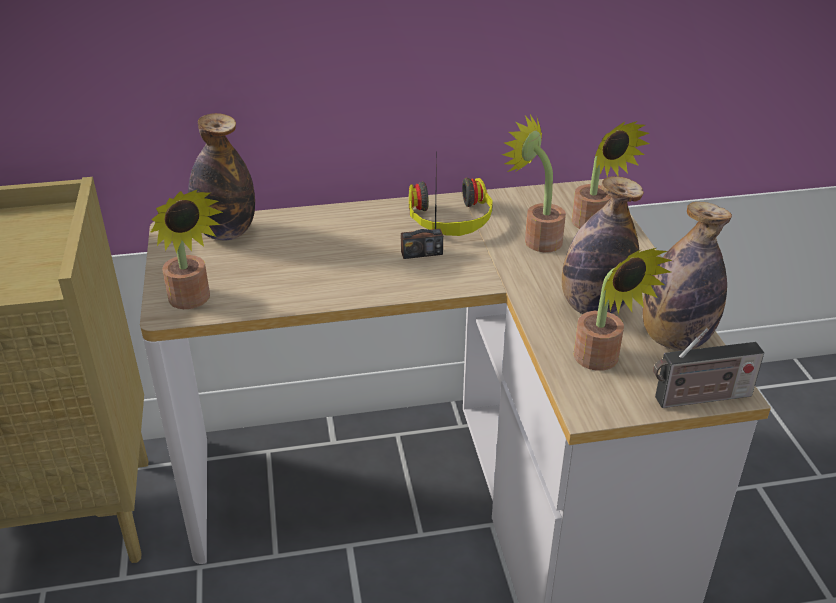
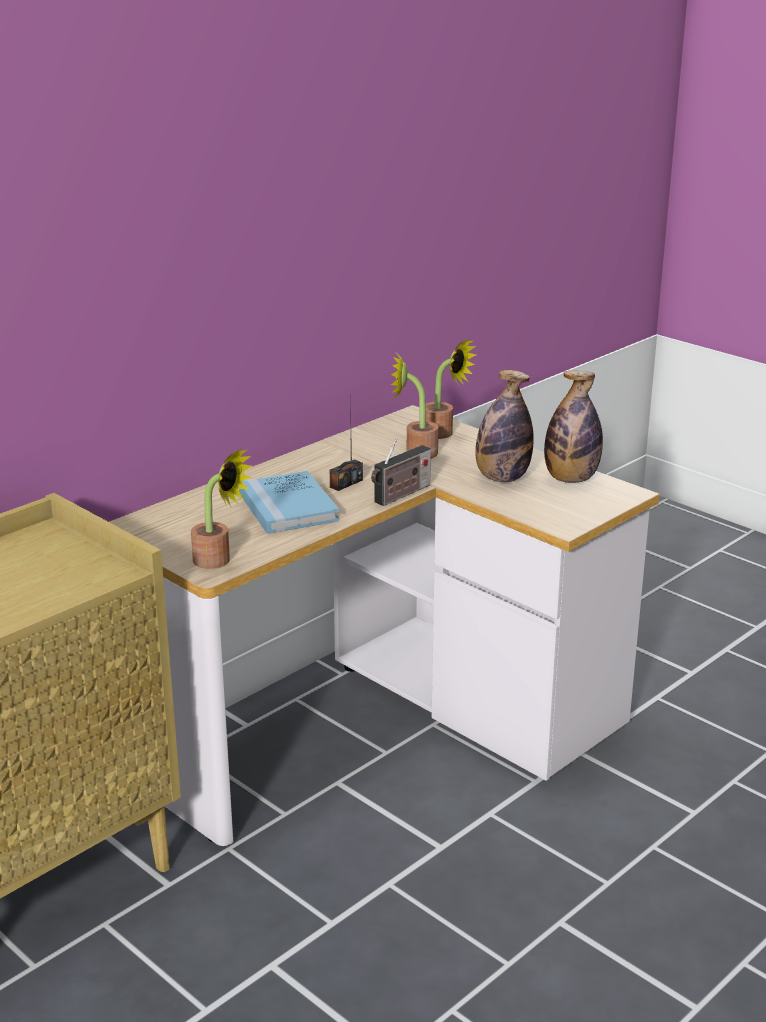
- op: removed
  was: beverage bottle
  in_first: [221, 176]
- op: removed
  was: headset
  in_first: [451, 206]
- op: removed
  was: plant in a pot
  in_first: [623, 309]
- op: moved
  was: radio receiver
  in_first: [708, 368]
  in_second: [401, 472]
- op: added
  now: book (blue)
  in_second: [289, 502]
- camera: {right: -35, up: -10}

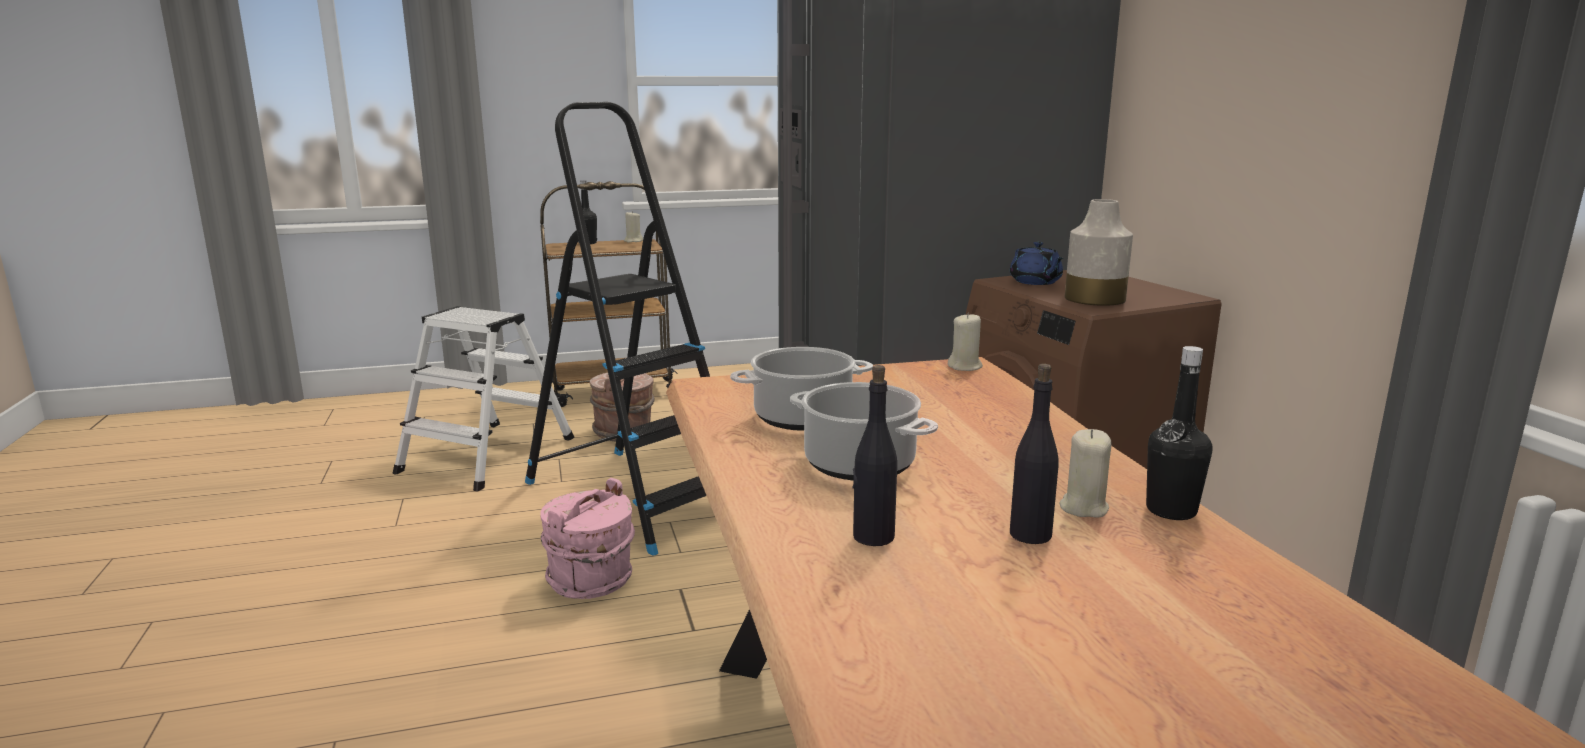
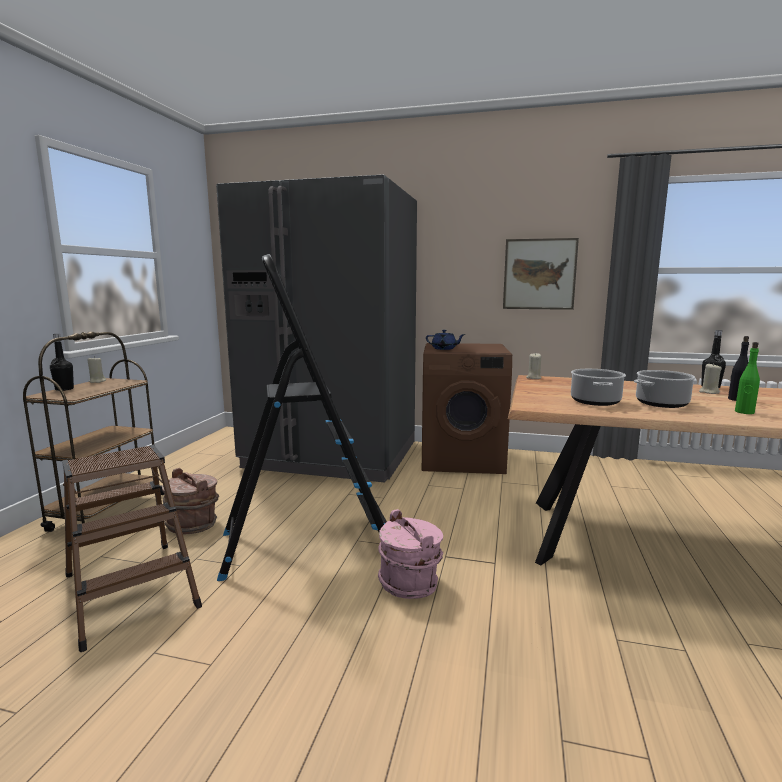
- op: removed
  was: flower vase (sand-coloured)
  in_first: [1099, 252]
- op: recoloured
  was: step ladder (whitish)
  now: step ladder (brown-coloured)
  in_first: [483, 398]
  in_second: [132, 548]
- op: recoloured
  was: beverage bottle (black)
  now: beverage bottle (greenish)
  in_first: [874, 455]
  in_second: [747, 378]
- op: added
  now: picture
  in_second: [541, 274]
- camera: {right: -60, up: -5}

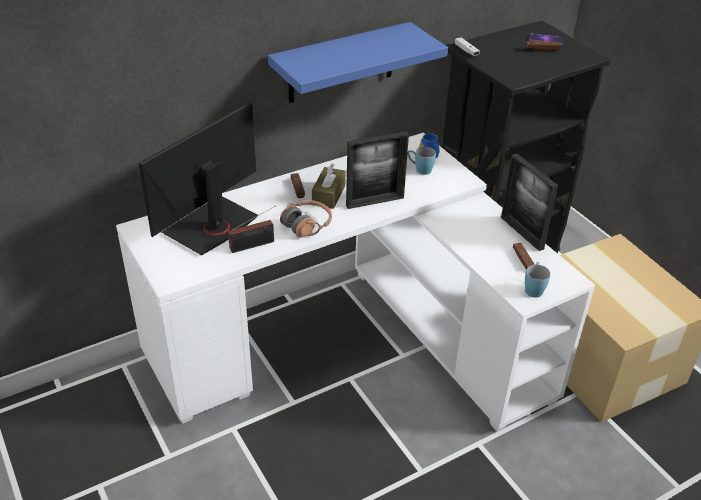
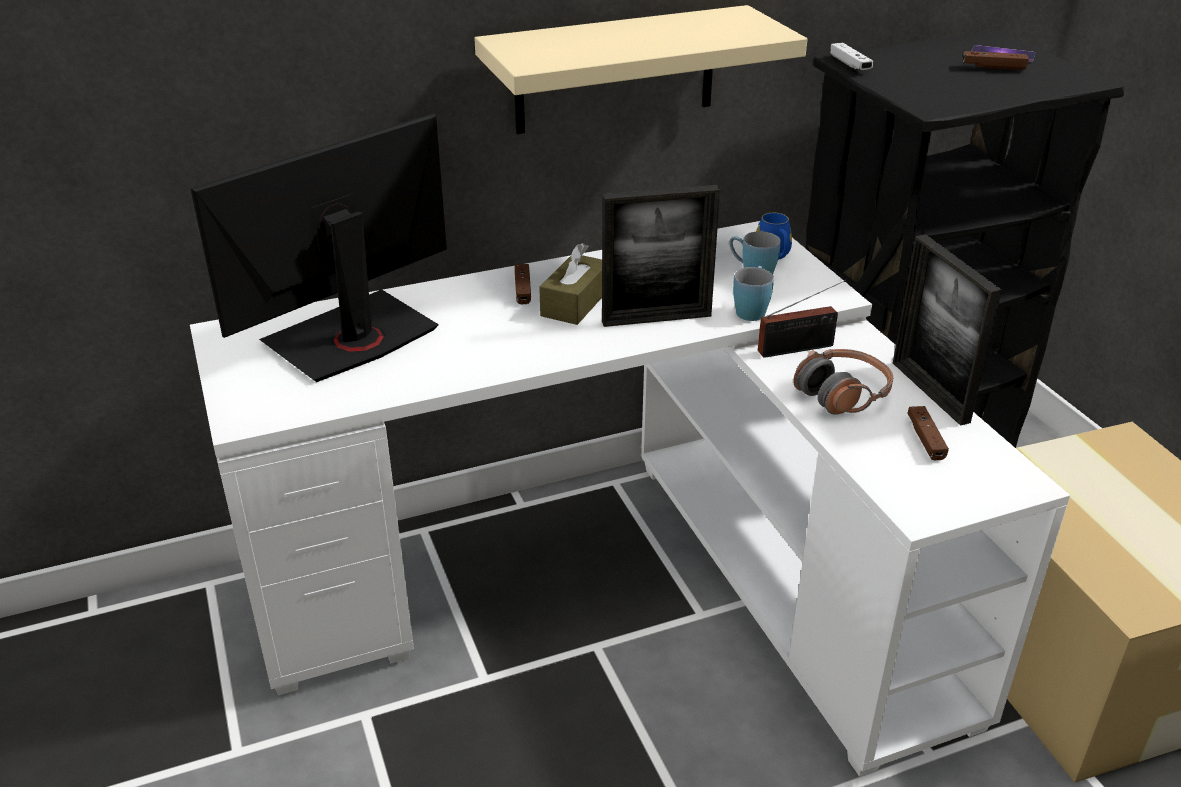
- op: recoloured
  was: wall shelf (blue)
  now: wall shelf (sand-coloured)
  in_first: [358, 62]
  in_second: [641, 69]
- op: moved
  was: headset
  in_first: [306, 218]
  in_second: [843, 382]
- op: moved
  was: radio receiver
  in_first: [252, 229]
  in_second: [802, 319]
- op: moved
  was: mug (blue)
  in_first: [537, 280]
  in_second: [753, 293]
- camera: {right: 10, up: -5}

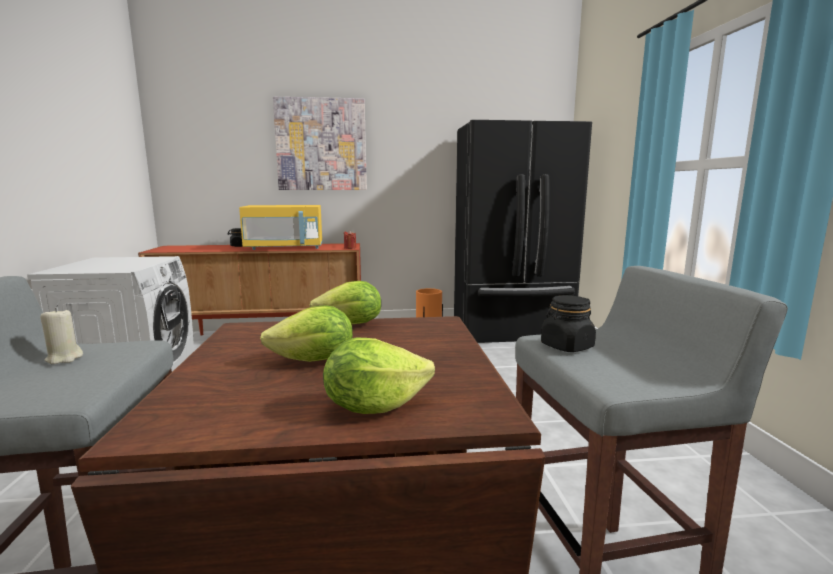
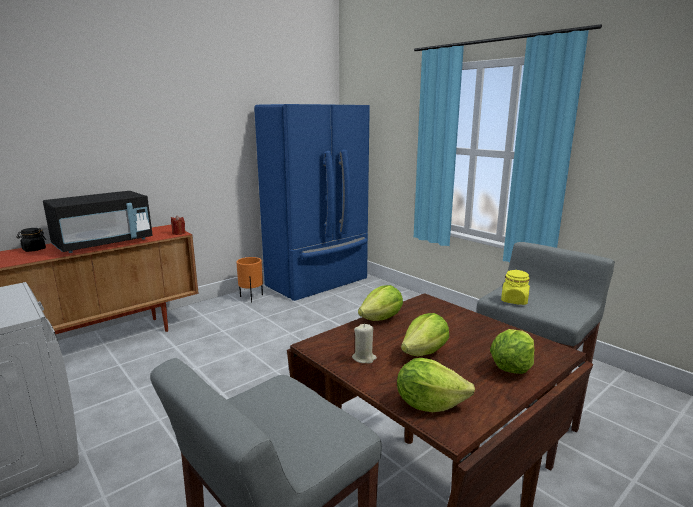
- op: removed
  was: picture
  in_first: [320, 143]
- op: recoloured
  was: fridge (black)
  now: fridge (blue)
  in_first: [523, 231]
  in_second: [312, 202]
- op: recoloured
  was: microwave oven (yellow-coloured)
  now: microwave oven (black)
  in_first: [281, 227]
  in_second: [98, 222]
- op: recoloured
  was: preserve jar (black)
  now: preserve jar (yellow-coloured)
  in_first: [568, 323]
  in_second: [515, 287]
- op: moved
  was: wax light (sand-coloured)
  in_first: [61, 335]
  in_second: [364, 343]
- op: added
  now: lettuce
  in_second: [436, 385]
- camera: {right: -35, up: 5}

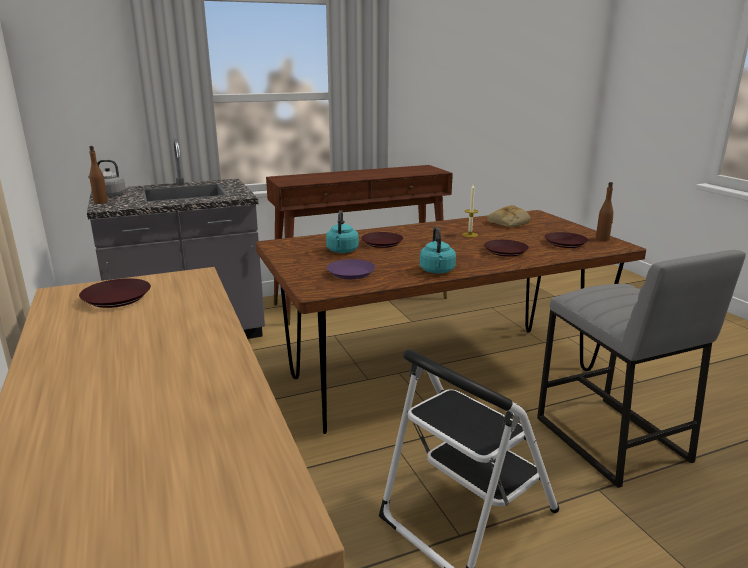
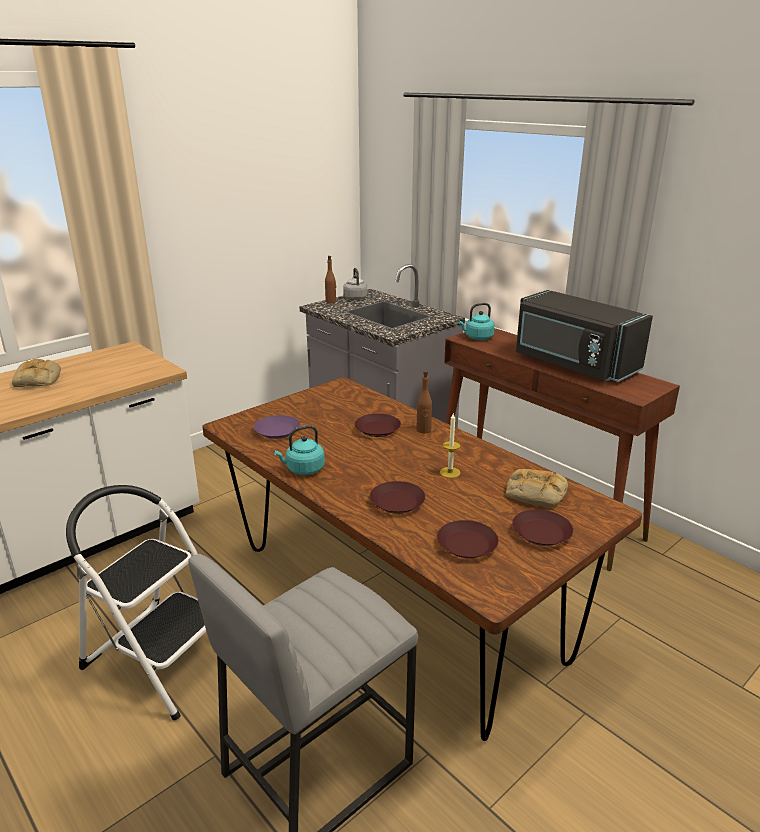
- op: moved
  was: beverage bottle (brown-coloured)
  in_first: [604, 211]
  in_second: [424, 401]
- op: moved
  was: kettle (blue-green)
  in_first: [342, 231]
  in_second: [476, 321]
- op: moved
  was: dinner plate (brown-coloured)
  in_first: [115, 293]
  in_second: [542, 527]
- op: added
  now: microwave oven (black)
  in_second: [584, 336]
- op: added
  now: bakery bread
  in_second: [36, 373]
- camera: {right: 70, up: 5}

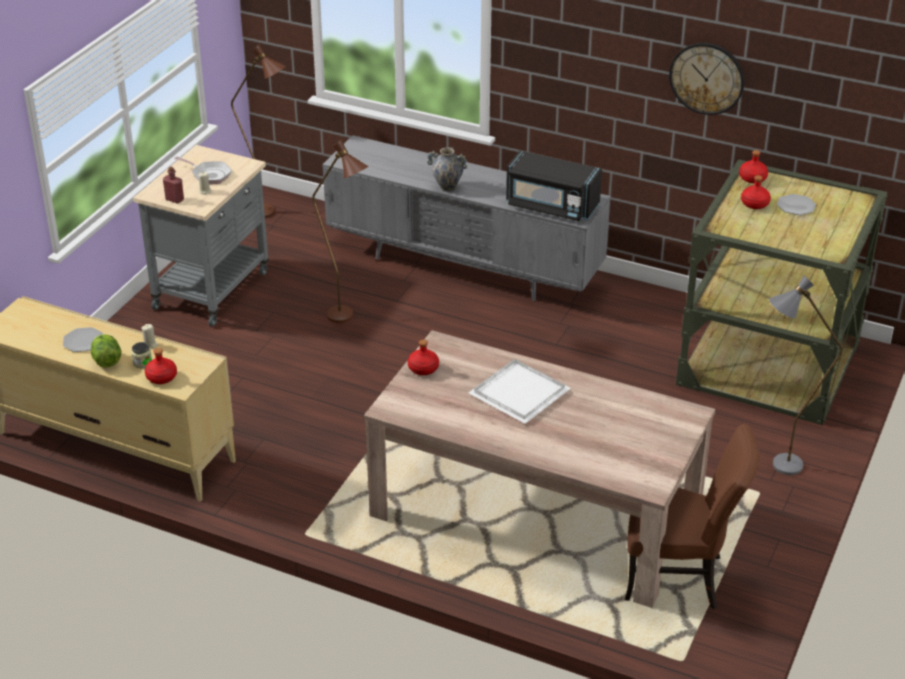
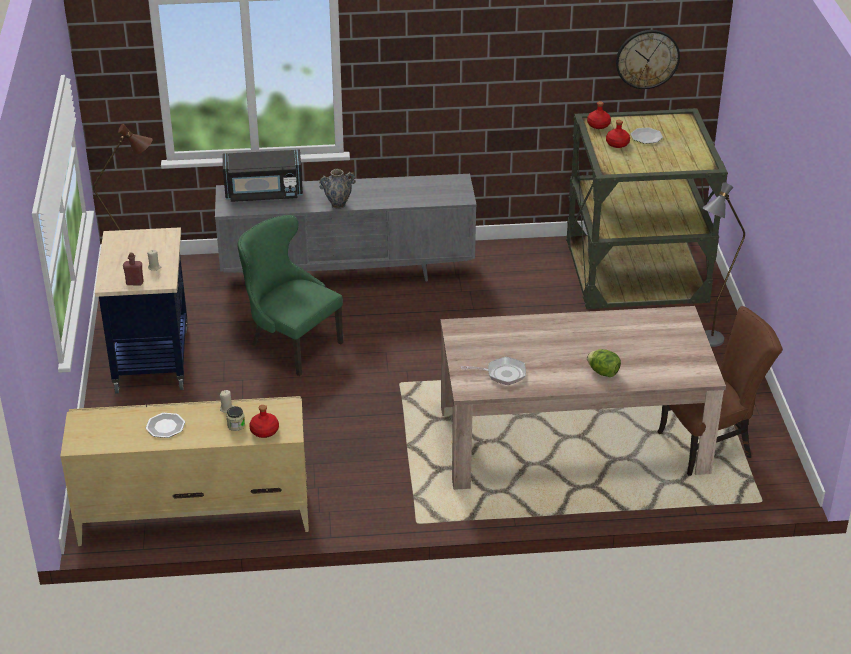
- op: moved
  was: clock on the wall
  in_first: [706, 79]
  in_second: [648, 59]
- op: replaced
  was: standard lamp (brown-coloured)
  now: chair (greenish)
  in_first: [340, 231]
  in_second: [290, 295]
- op: recoloured
  was: cart (grey)
  now: cart (blue)
  in_first: [201, 235]
  in_second: [141, 310]
- op: moved
  was: microwave oven (black)
  in_first: [554, 186]
  in_second: [263, 175]
- op: moved
  was: pan
  in_first: [203, 170]
  in_second: [493, 371]
- op: moved
  was: lettuce
  in_first: [106, 351]
  in_second: [604, 363]
- op: removed
  was: beverage bottle (red)
  in_first: [423, 357]
- op: removed
  was: carrying tray (whitish)
  in_first: [520, 391]
- camera: {right: -30, up: 0}

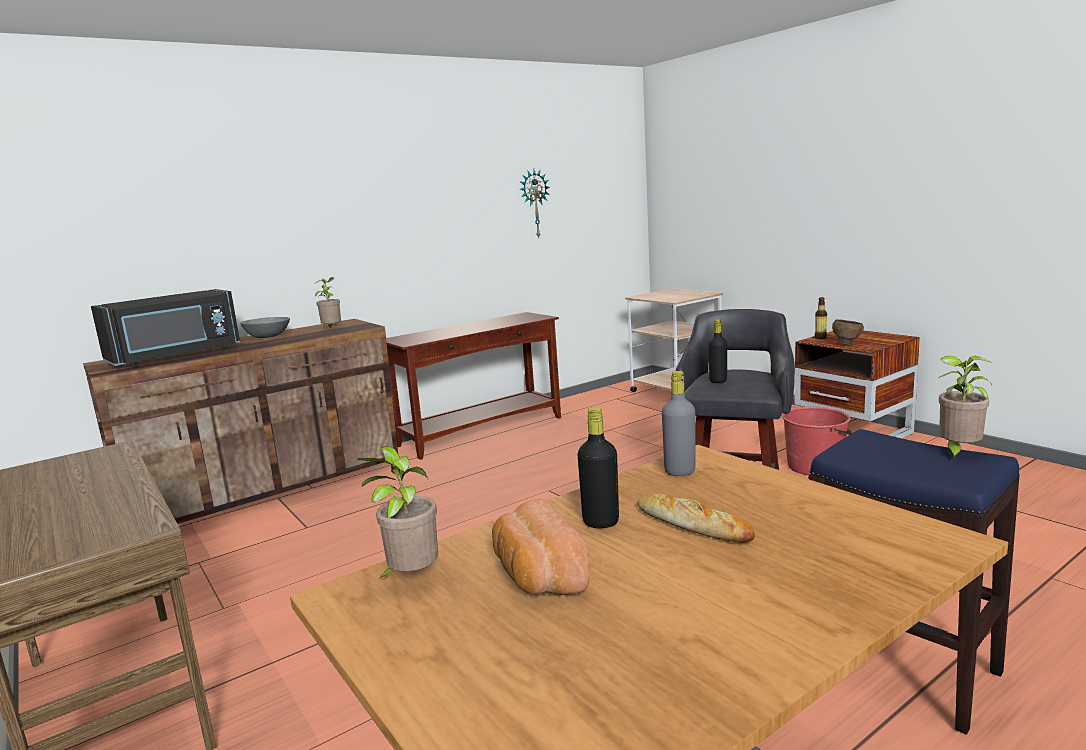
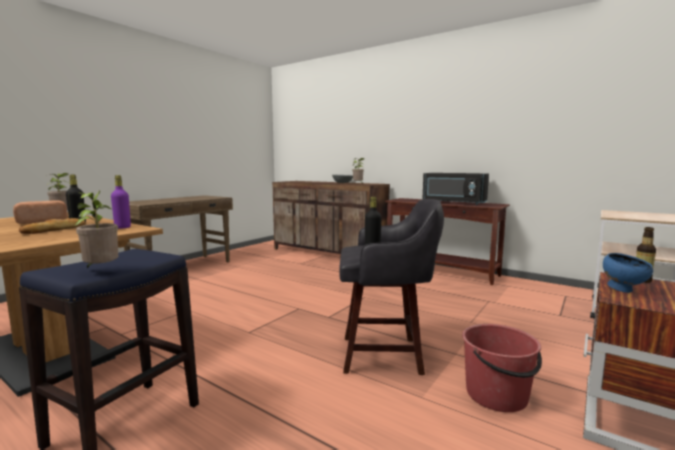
- op: removed
  was: clock on the wall
  in_first: [534, 204]
- op: moved
  was: microwave oven (black)
  in_first: [165, 327]
  in_second: [456, 189]
- op: recoloured
  was: bowl (brown-coloured)
  now: bowl (blue)
  in_first: [848, 332]
  in_second: [628, 273]
- op: recoloured
  was: beverage bottle (grey)
  now: beverage bottle (purple)
  in_first: [678, 423]
  in_second: [121, 202]
- camera: {right: 70, up: -5}

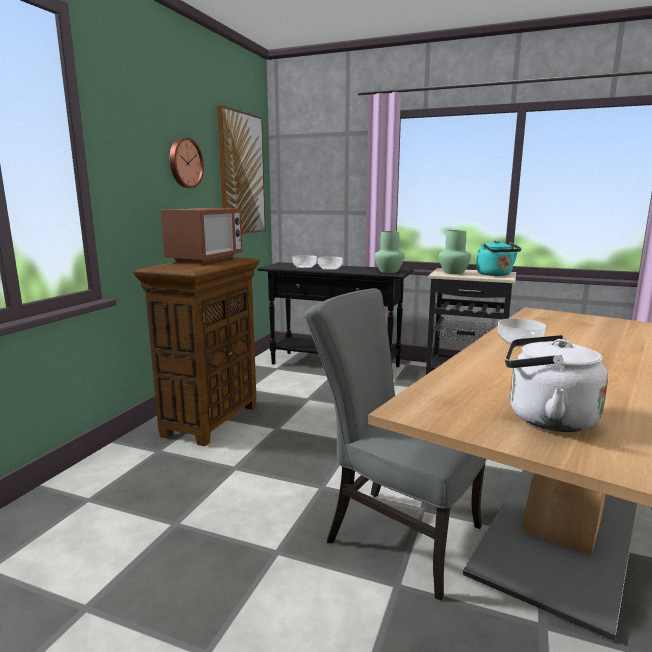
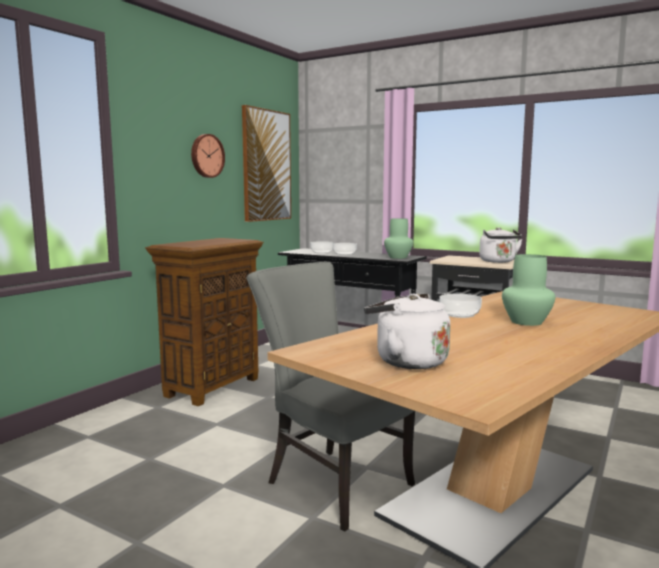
- op: removed
  was: microwave oven
  in_first: [202, 236]
- op: moved
  was: flower vase (greenish)
  in_first: [455, 252]
  in_second: [528, 290]
- op: recoloured
  was: kettle (blue-green)
  now: kettle (whitish)
  in_first: [499, 258]
  in_second: [500, 245]
- camera: {right: 10, up: -5}

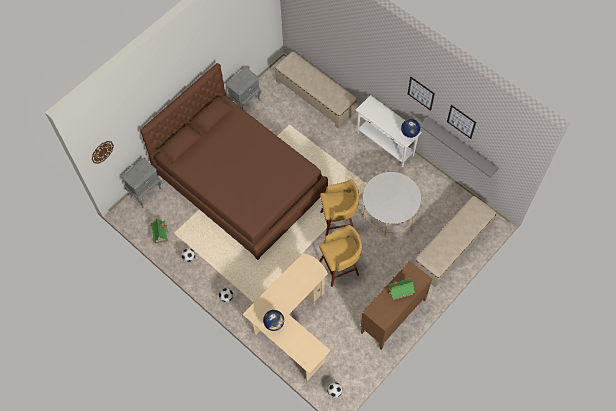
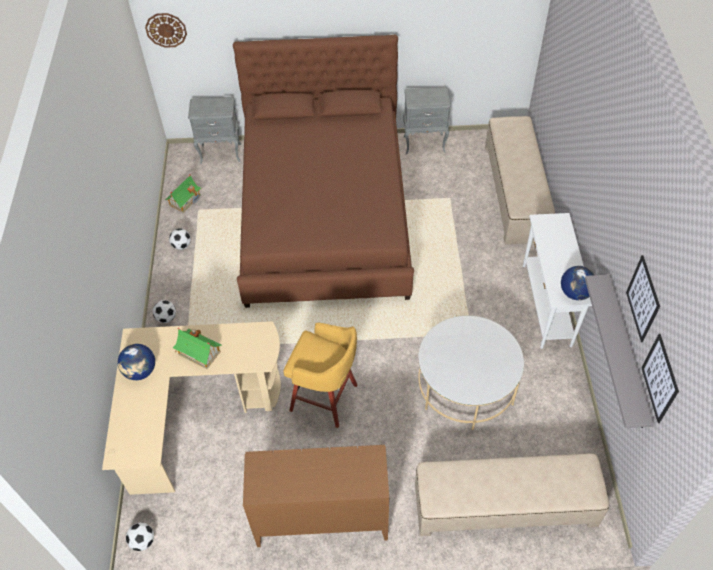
- op: moved
  was: picture
  in_first: [421, 94]
  in_second: [660, 378]
- op: removed
  was: sitting stool (yellow-coloured)
  in_first: [339, 208]
- op: moved
  was: miniature house
  in_first: [401, 289]
  in_second: [197, 348]
- camera: {right: 45, up: -10}

